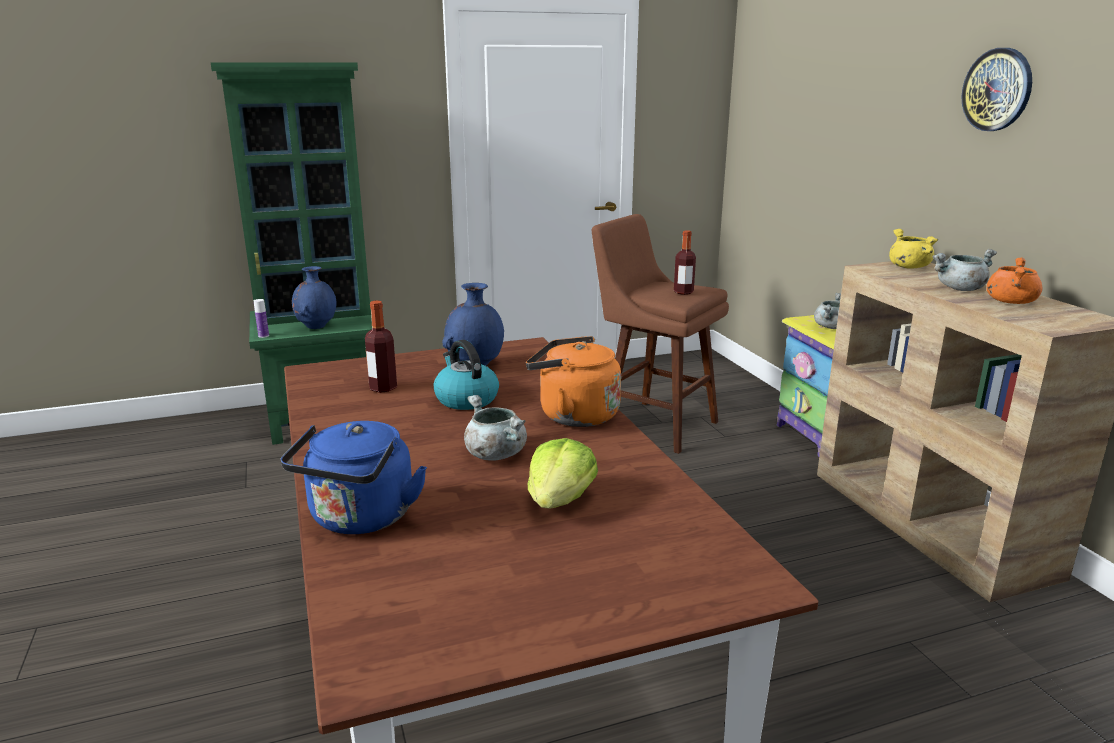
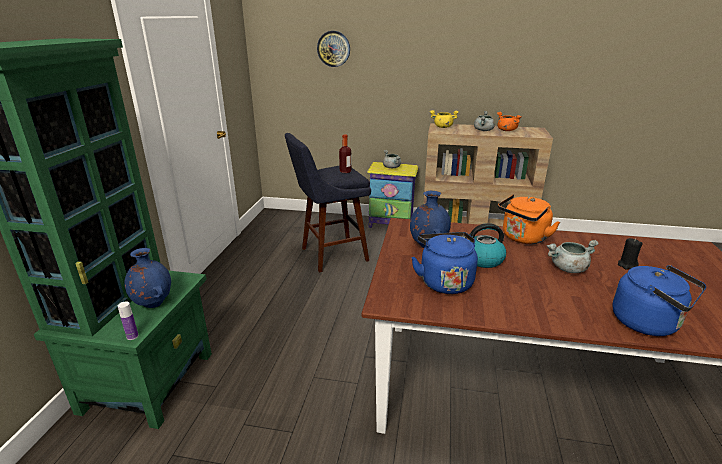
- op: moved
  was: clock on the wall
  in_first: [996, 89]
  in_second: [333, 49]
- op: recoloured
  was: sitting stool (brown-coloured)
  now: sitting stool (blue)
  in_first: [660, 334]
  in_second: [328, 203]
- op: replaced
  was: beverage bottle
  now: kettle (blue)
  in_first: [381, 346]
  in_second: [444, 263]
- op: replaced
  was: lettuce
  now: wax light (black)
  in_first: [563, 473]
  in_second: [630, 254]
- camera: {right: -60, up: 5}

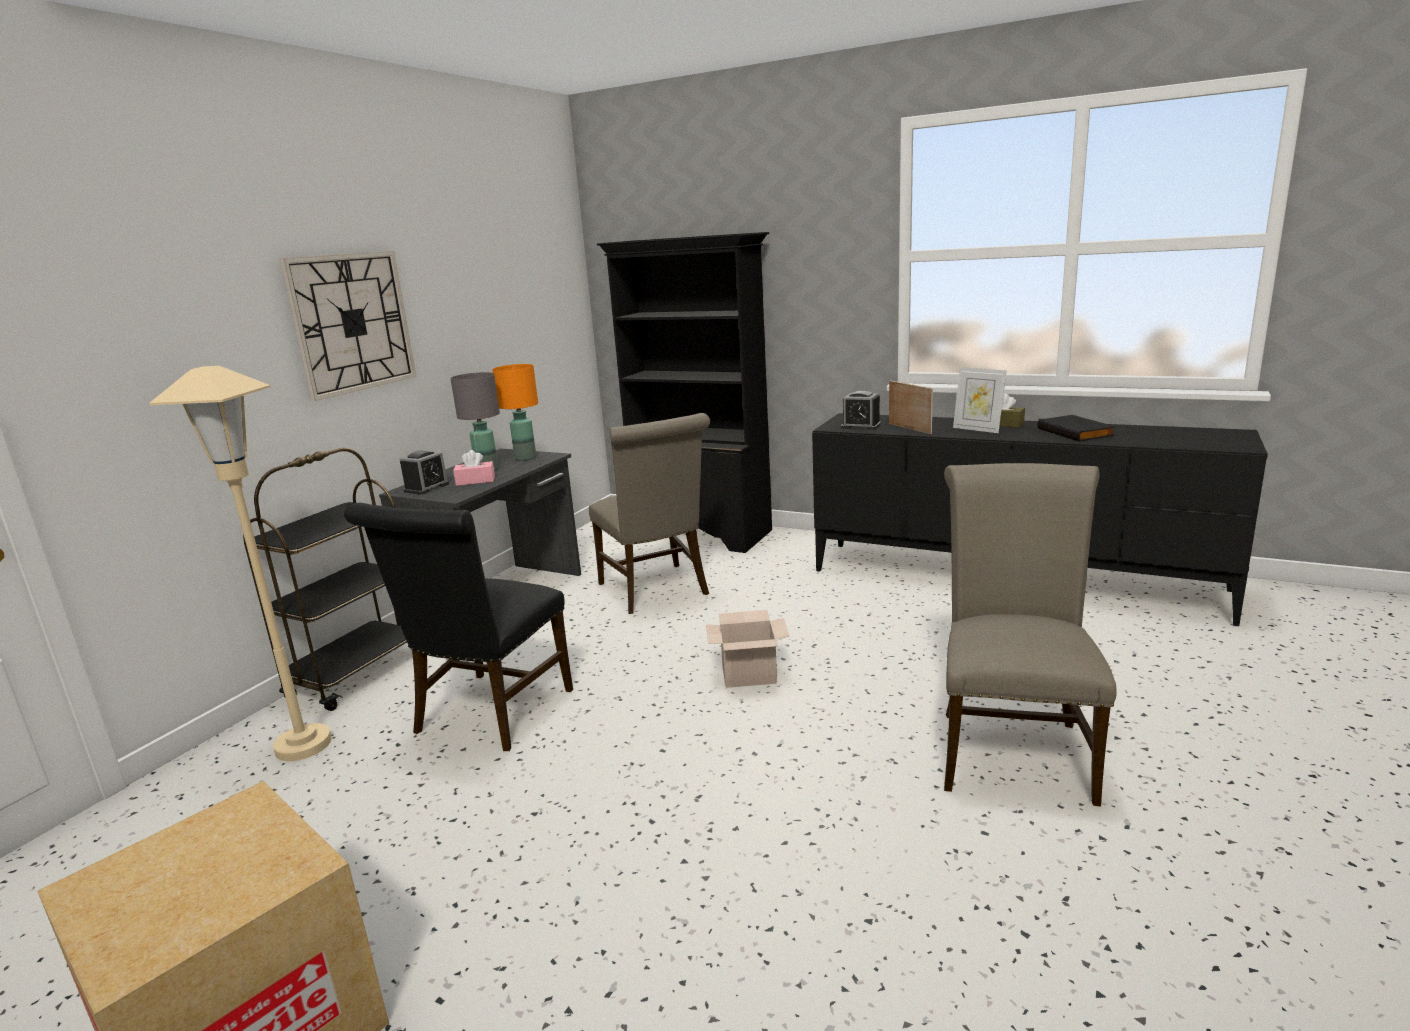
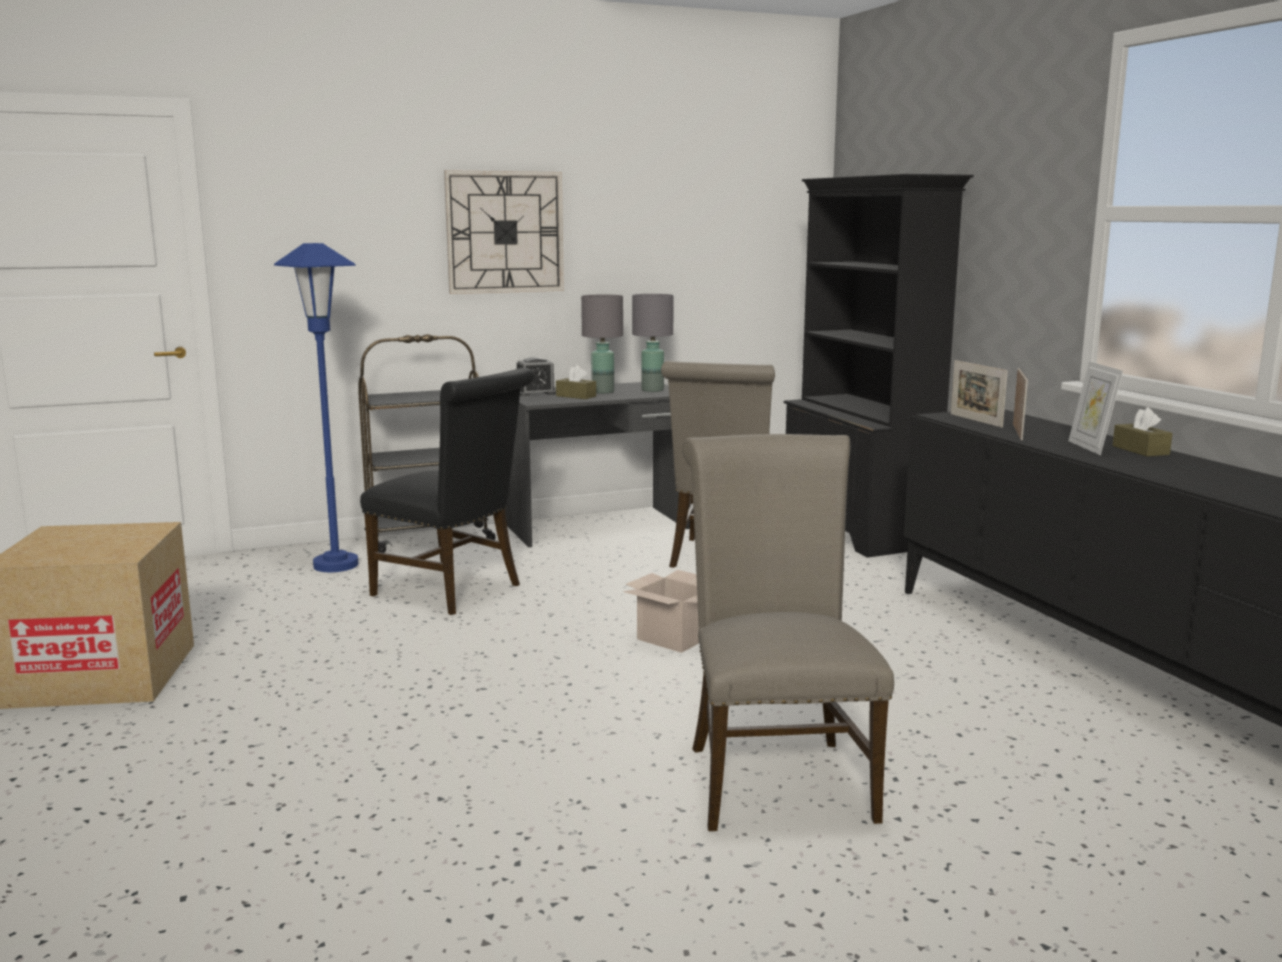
- op: recoloured
  was: tabletop lamp (orangey)
  now: tabletop lamp (grey)
  in_first: [515, 412]
  in_second: [653, 343]
- op: recoloured
  was: standard lamp (sand-coloured)
  now: standard lamp (blue)
  in_first: [240, 563]
  in_second: [316, 407]
- op: replaced
  was: alarm clock
  now: standing frame
  in_first: [861, 410]
  in_second: [979, 394]
- op: removed
  was: book (black)
  in_first: [1077, 428]
- op: recoloured
  was: box of tissues (pinkish)
  now: box of tissues (brown-coloured)
  in_first: [474, 468]
  in_second: [576, 382]
- op: turned
  was: chair (sand-coloured)
  in_first: [1030, 634]
  in_second: [788, 632]
  clockwise: -60
- op: turned
  was: chair (black)
  in_first: [458, 627]
  in_second: [447, 491]
  clockwise: -120
- camera: {right: 40, up: -5}

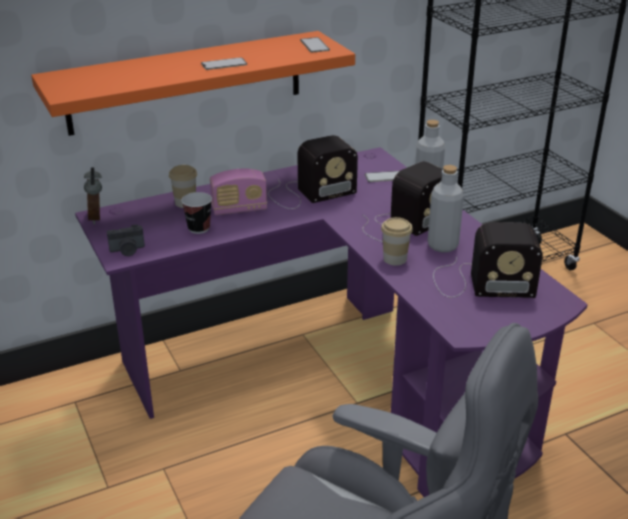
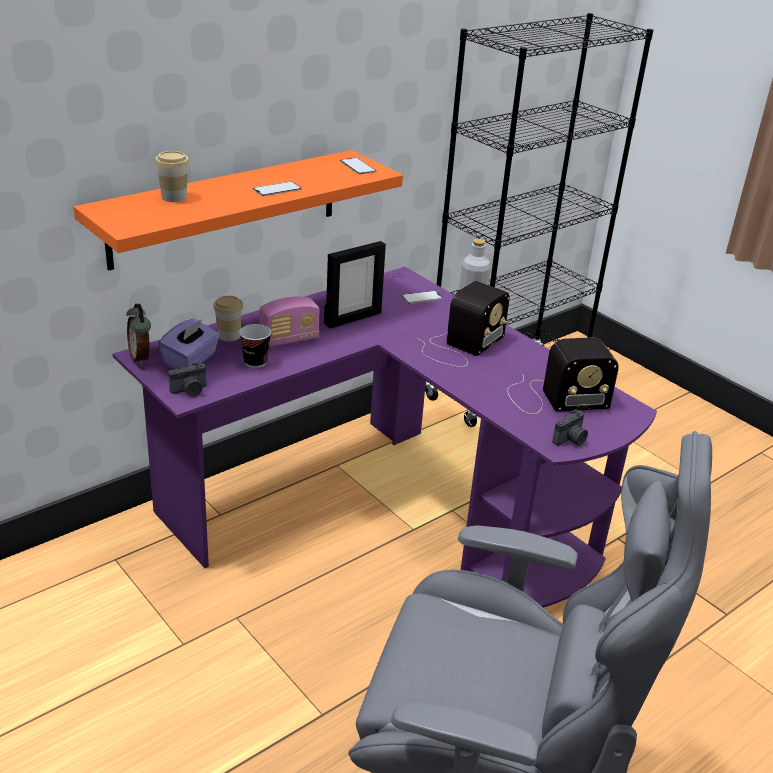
- op: replaced
  was: radio receiver
  now: standing frame
  in_first: [313, 172]
  in_second: [355, 285]
- op: removed
  was: beverage bottle (grey)
  in_first: [446, 208]
- op: moved
  was: cup
  in_first: [397, 241]
  in_second: [172, 176]
- op: added
  now: box of tissues (purple)
  in_second: [189, 344]
- op: added
  now: photo camera
  in_second: [570, 427]
- camera: {right: -15, up: 0}

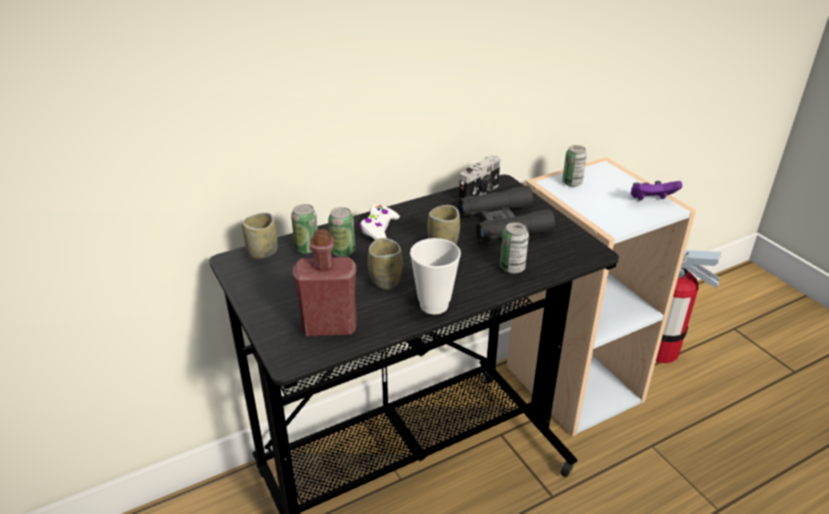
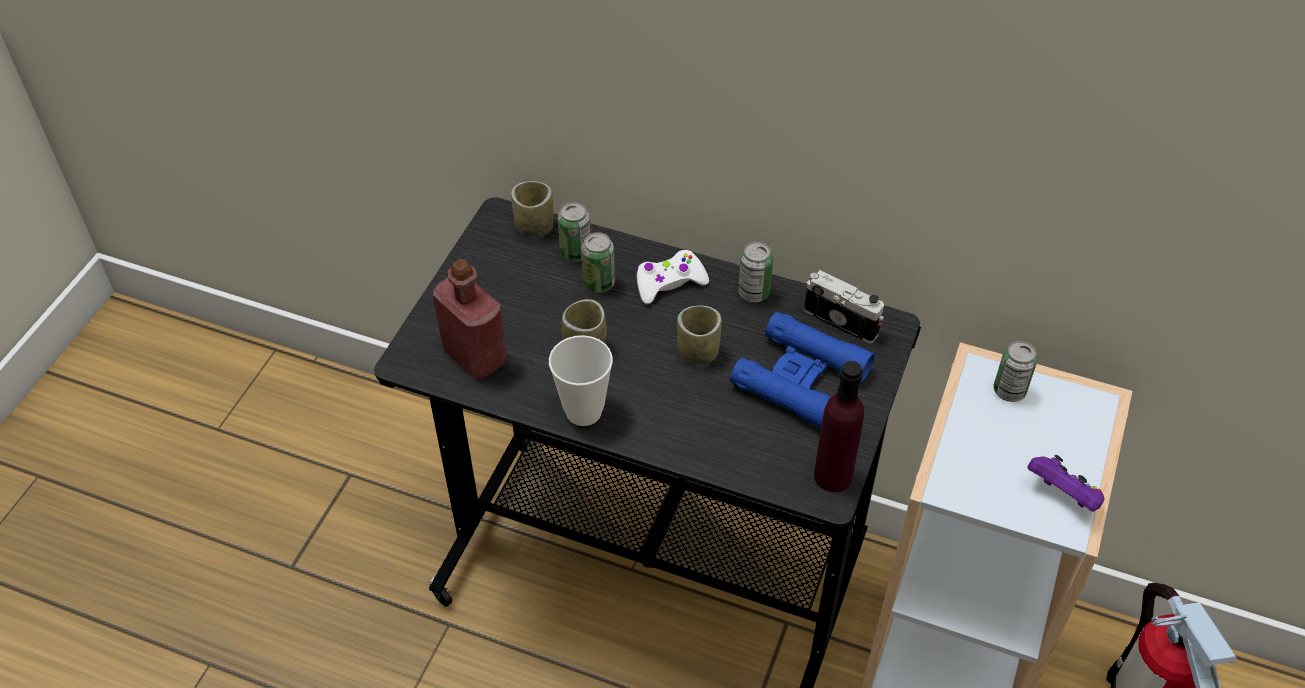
- op: turned
  was: photo camera
  in_first: [480, 177]
  in_second: [844, 306]
  clockwise: -150
- op: recoloured
  was: pair of binoculars (black)
  now: pair of binoculars (blue)
  in_first: [506, 214]
  in_second: [802, 370]
- op: moved
  was: sealed can
  in_first: [514, 248]
  in_second: [755, 271]
- op: added
  now: beverage bottle (purple)
  in_second: [839, 426]
- camera: {right: 50, up: 15}

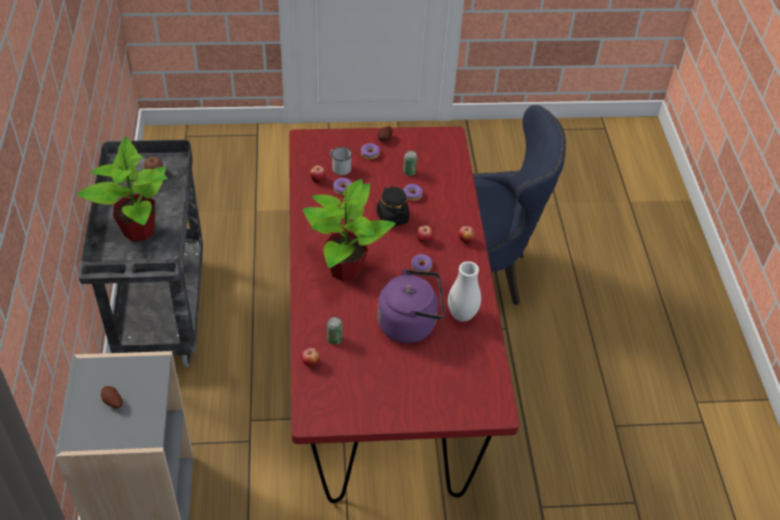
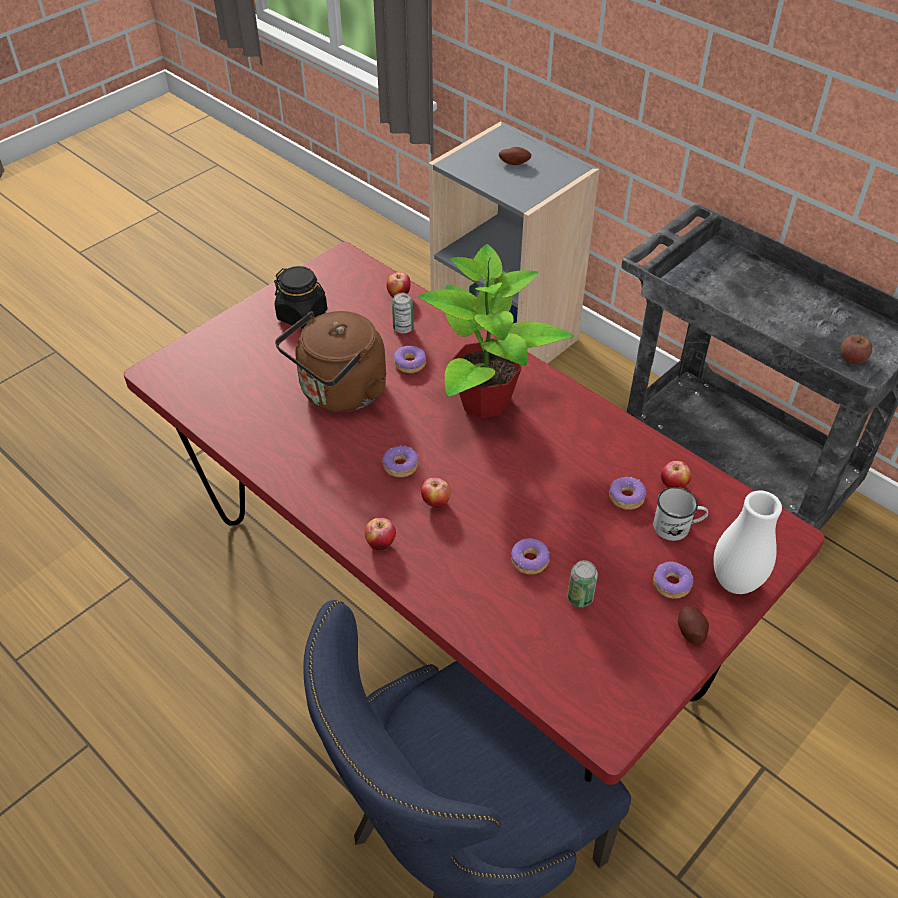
- op: removed
  was: plant in a pot
  in_first: [122, 189]
- op: moved
  was: preserve jar (black)
  in_first: [393, 206]
  in_second: [300, 297]
- op: moved
  was: flower vase (whitish)
  in_first: [464, 291]
  in_second: [747, 542]
- op: recoloured
  was: kettle (purple)
  now: kettle (brown-coloured)
  in_first: [411, 306]
  in_second: [330, 361]
- op: added
  now: doughnut
  in_second: [410, 359]
- camera: {right: 140, up: 0}

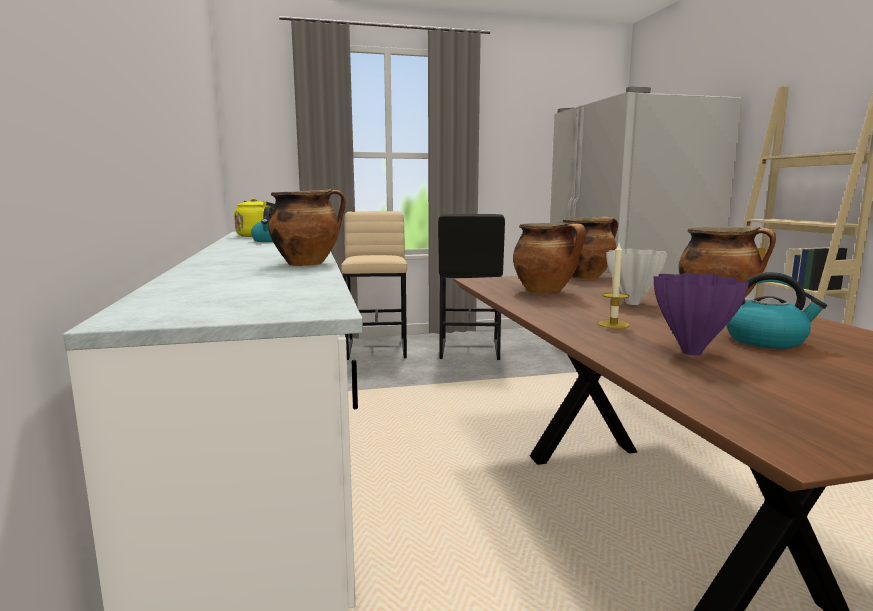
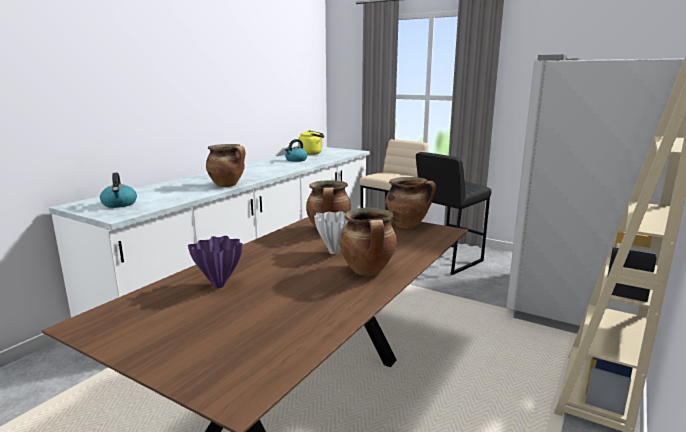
- op: removed
  was: wax light
  in_first: [614, 286]
- op: moved
  was: kettle
  in_first: [776, 310]
  in_second: [118, 190]
- camera: {right: 45, up: 5}

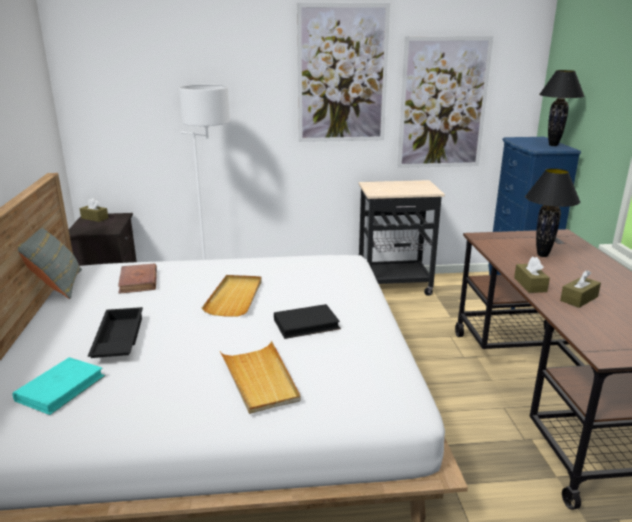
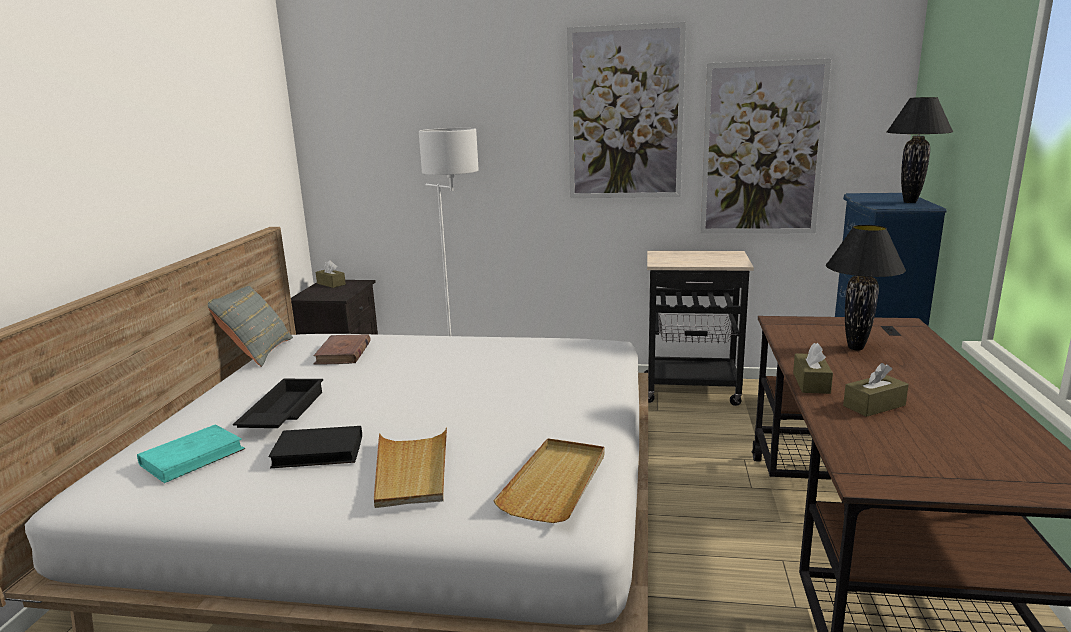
- op: moved
  was: carrying tray (sand-coloured)
  in_first: [232, 296]
  in_second: [549, 480]
- op: moved
  was: book (black)
  in_first: [307, 321]
  in_second: [315, 447]
- camera: {right: 15, up: -5}

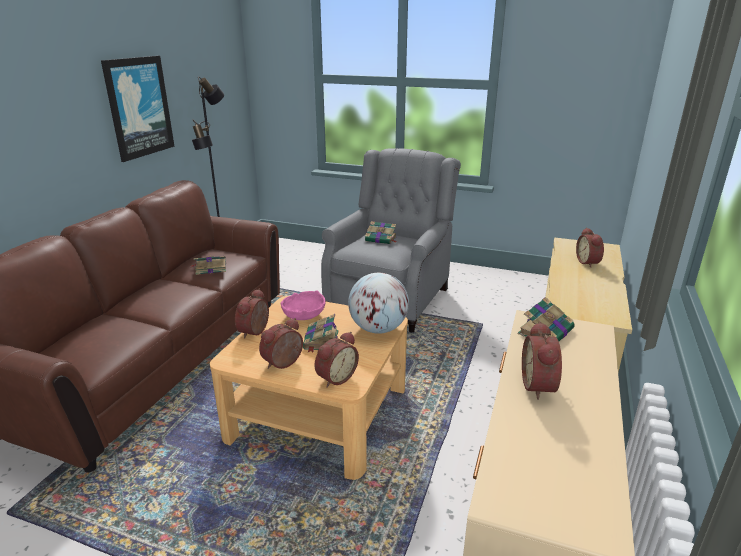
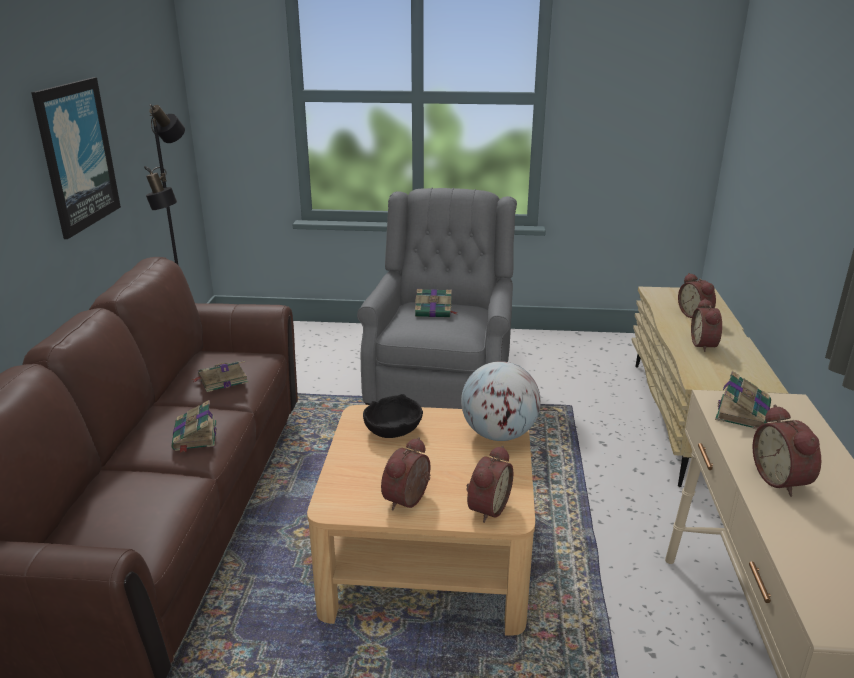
- op: moved
  was: alarm clock
  in_first: [252, 314]
  in_second: [706, 325]
- op: recoloured
  was: bowl (pinkish)
  now: bowl (black)
  in_first: [303, 305]
  in_second: [393, 416]
- op: moved
  was: book
  in_first: [320, 333]
  in_second: [194, 426]
- camera: {right: -15, up: 0}

